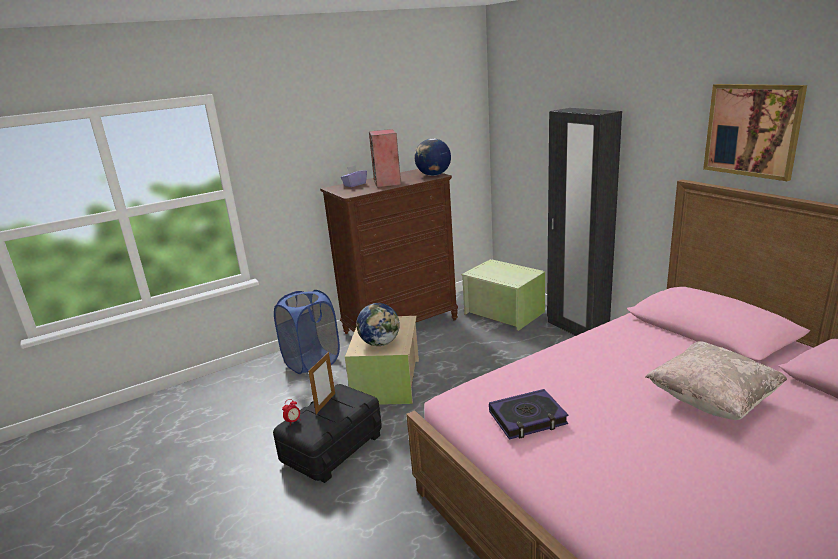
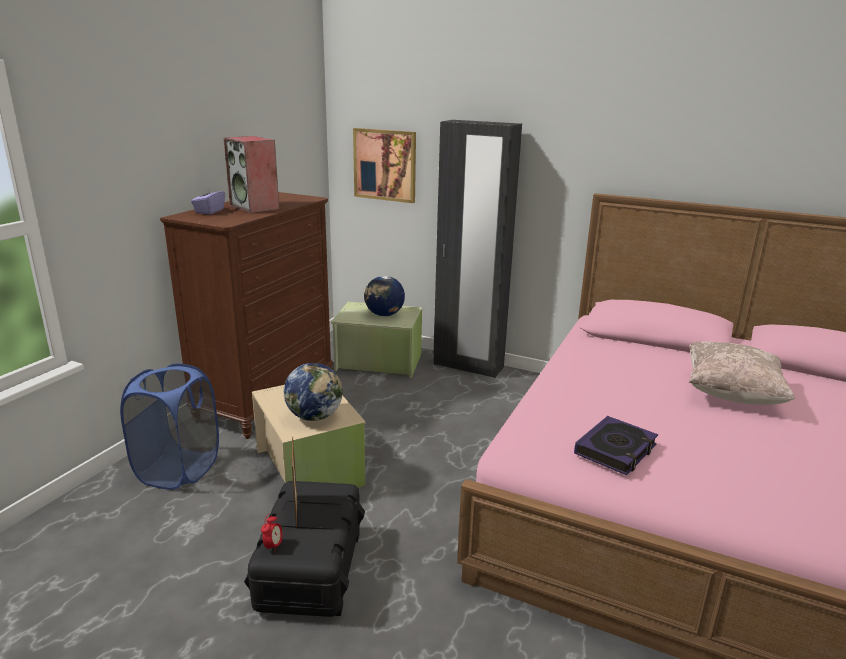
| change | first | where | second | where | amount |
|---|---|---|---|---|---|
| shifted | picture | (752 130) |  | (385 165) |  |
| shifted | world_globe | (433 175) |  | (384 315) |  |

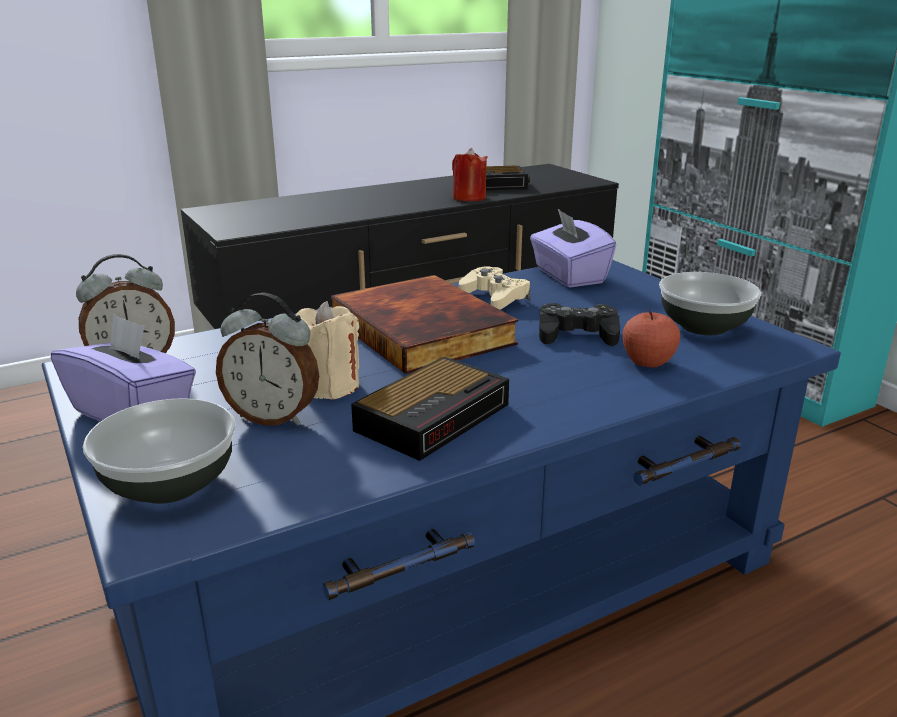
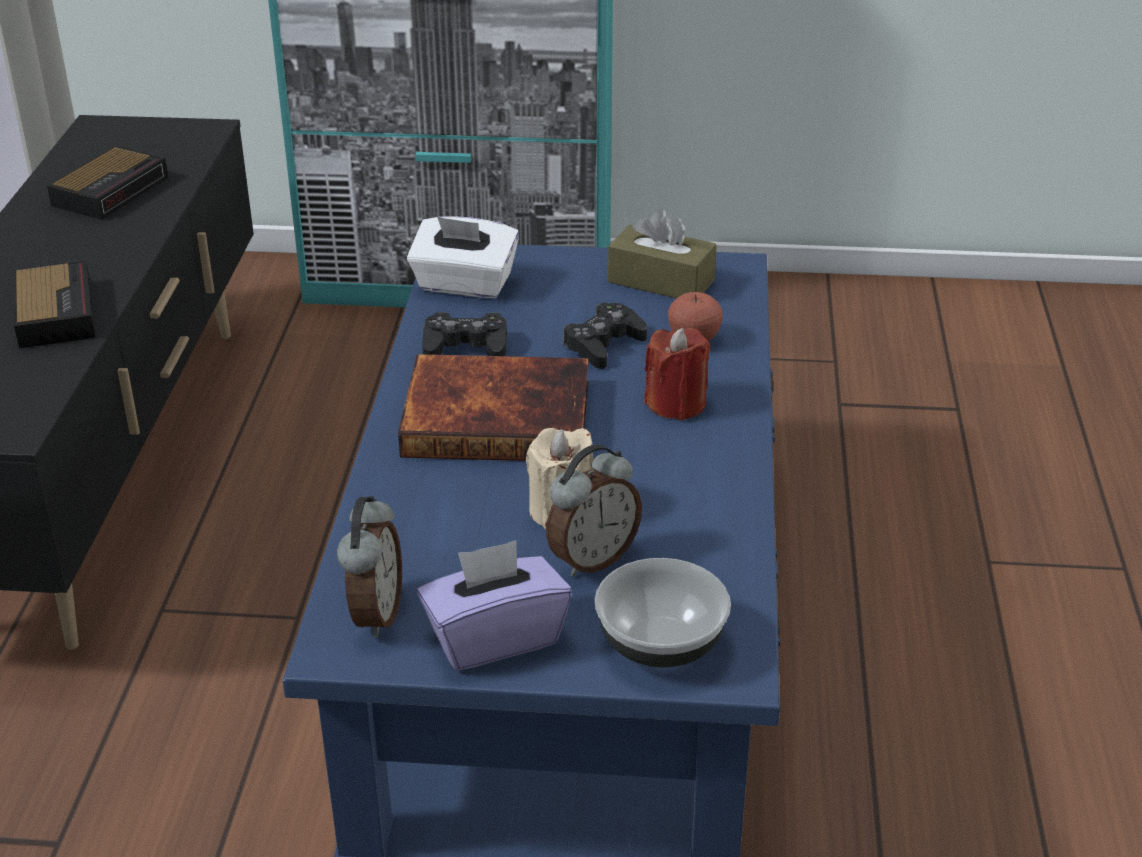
| change | first | where | second | where | amount |
|---|---|---|---|---|---|
| shifted | bedside_clock | (435 416) |  | (55 312) |  |
| repainted | purple_box_of_tissues | (568 276) | white_box_of_tissues | (464 285) |  |
| repainted | sand-coloured_joypad | (494 298) | black-coloured_joypad | (466 347) |  |
| swapped | deep_dish | (705 327) | brown-coloured_box_of_tissues | (661 281) |  |
| shifted | red-coloured_wax_light | (469 198) |  | (676 404) |  |

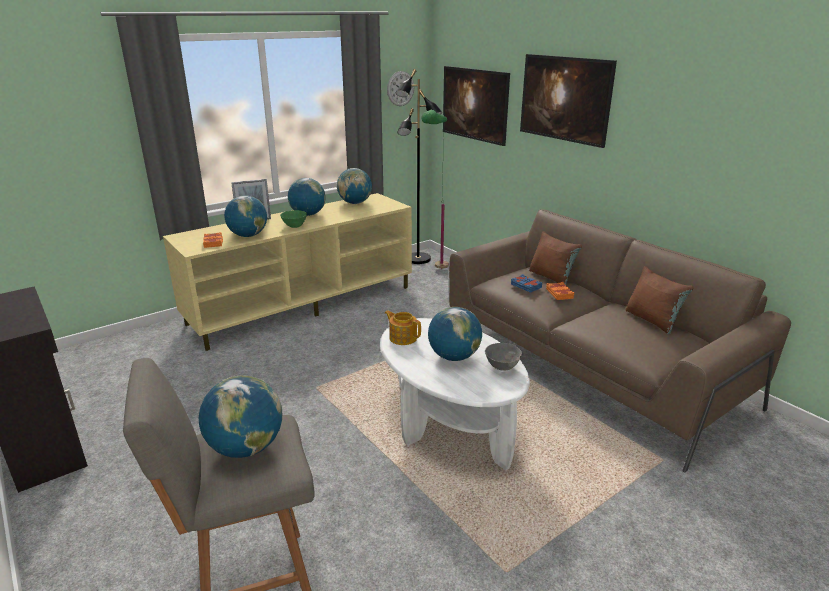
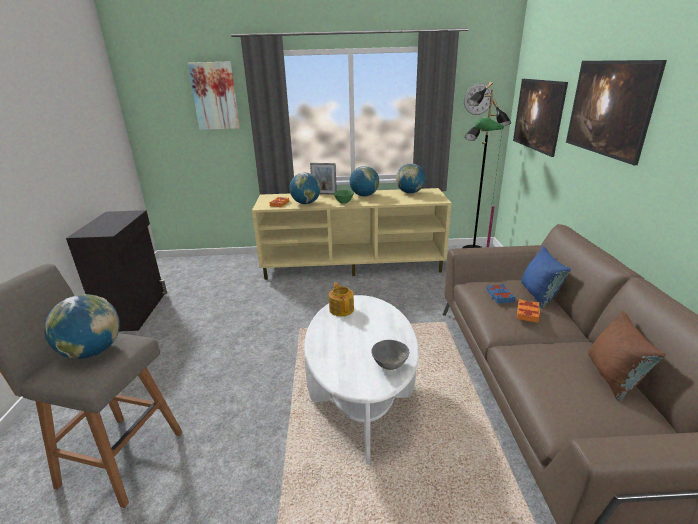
| change | first | where | second | where | amount |
|---|---|---|---|---|---|
| new |  |  | picture | (215 96) |  |
| repainted | brown-coloured_throw_pillow | (551 277) | blue_throw_pillow | (539 295) |  |
| gone | world_globe | (454 357) |  |  |  |

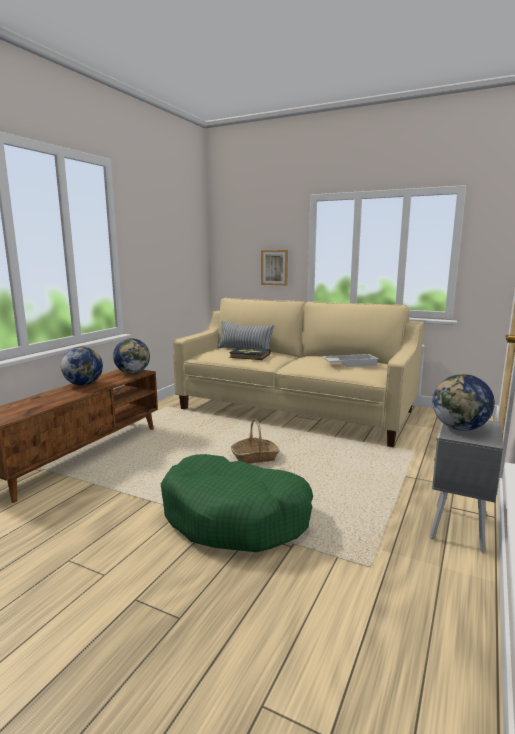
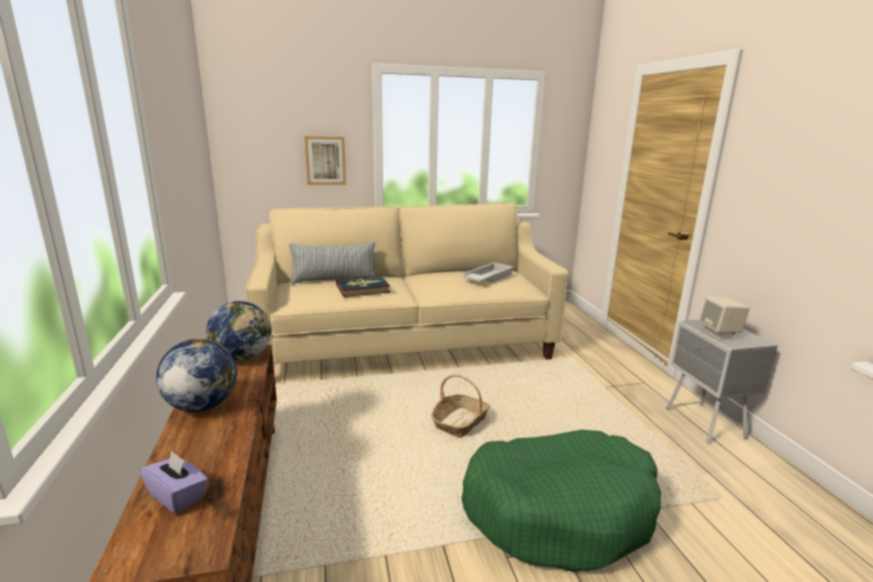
| change | first | where | second | where | amount |
|---|---|---|---|---|---|
| new |  |  | purple_box_of_tissues | (178 496) |  |
| swapped | world_globe | (460 428) | sand-coloured_speaker | (719 334) |  |

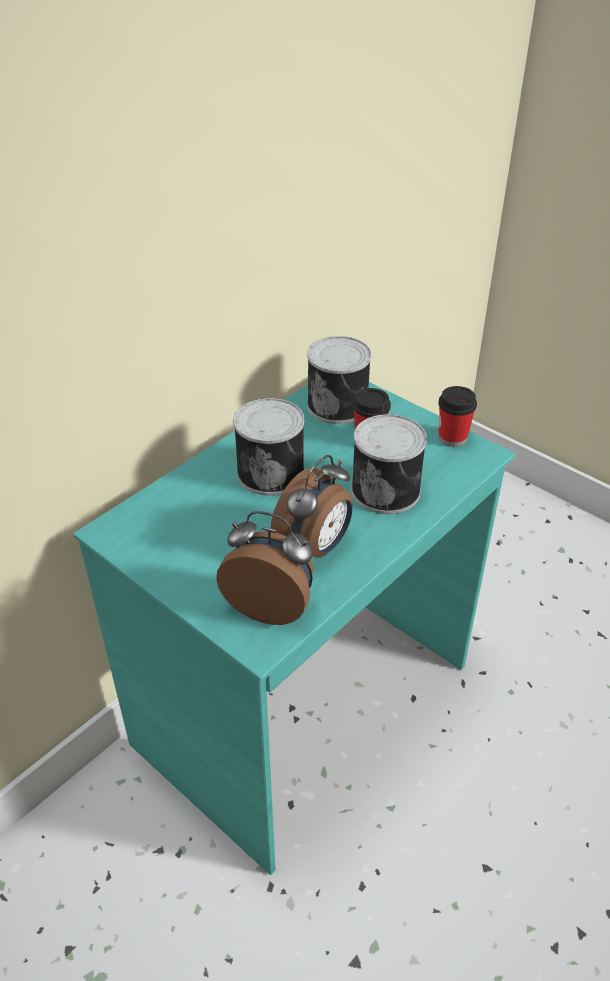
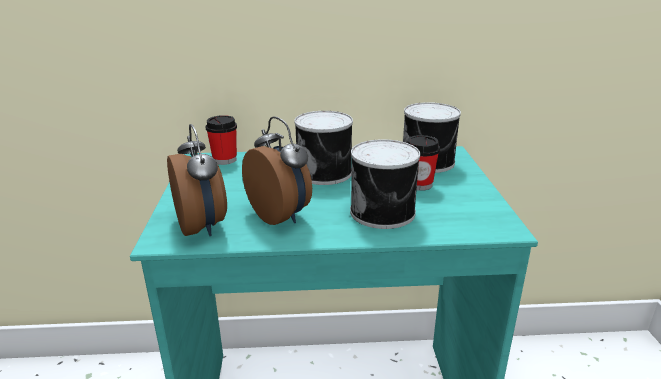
| change | first | where | second | where | amount |
|---|---|---|---|---|---|
| shifted | small_cup | (452 438) |  | (225 160) |  |
| rotated | bedside_clock | (315 548) |  | (281 216) | 120 degrees counterclockwise |

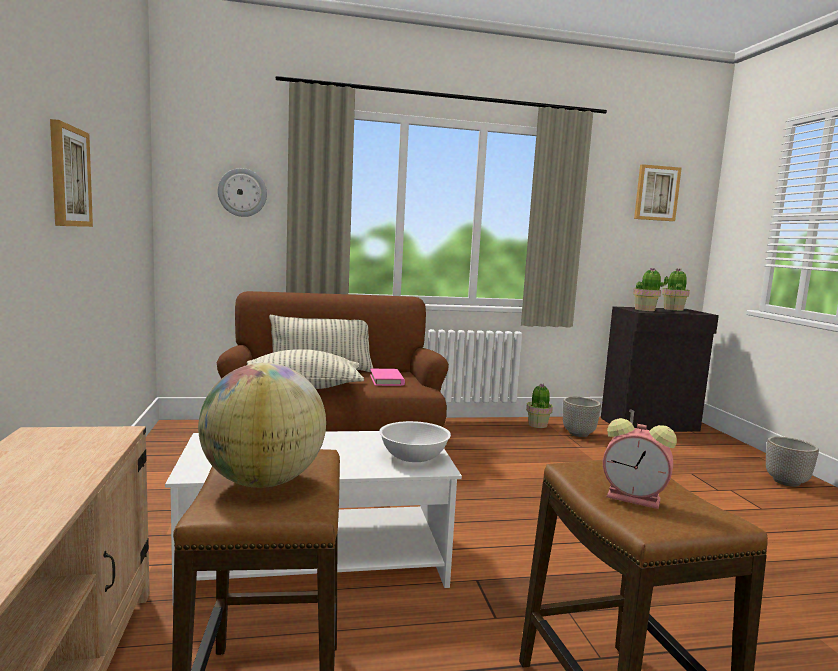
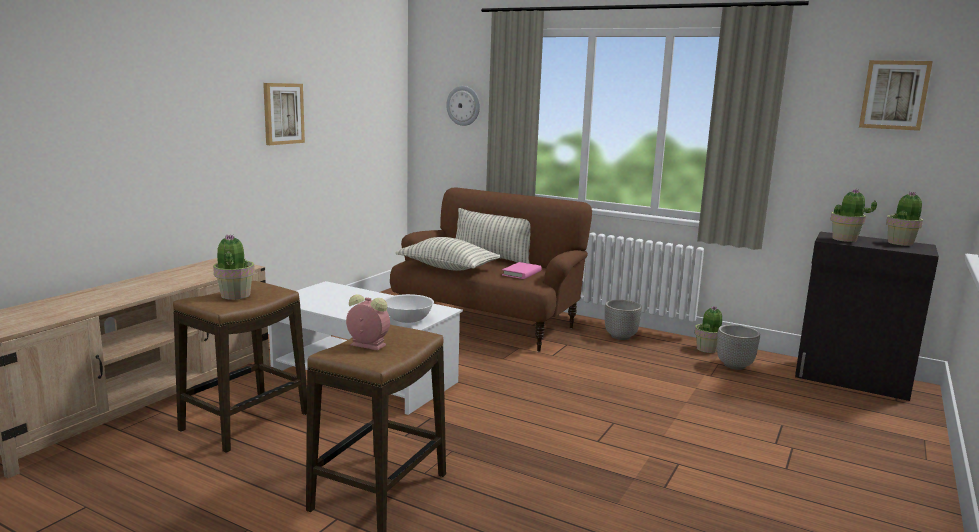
| change | first | where | second | where | amount |
|---|---|---|---|---|---|
| swapped | world_globe | (263 482) | potted_plant | (235 295) |  |
| rotated | bedside_clock | (635 498) |  | (366 345) | 135 degrees clockwise |
| shifted | planter | (786 482) |  | (621 337) |  |

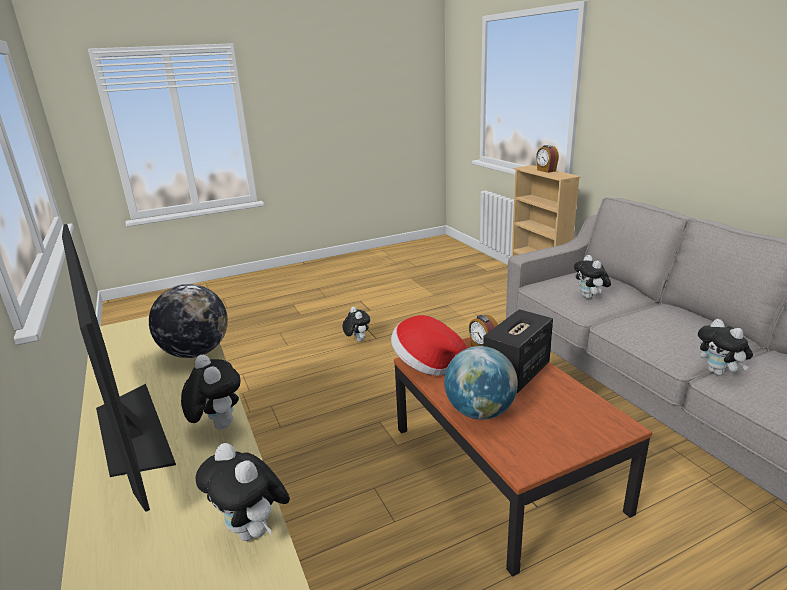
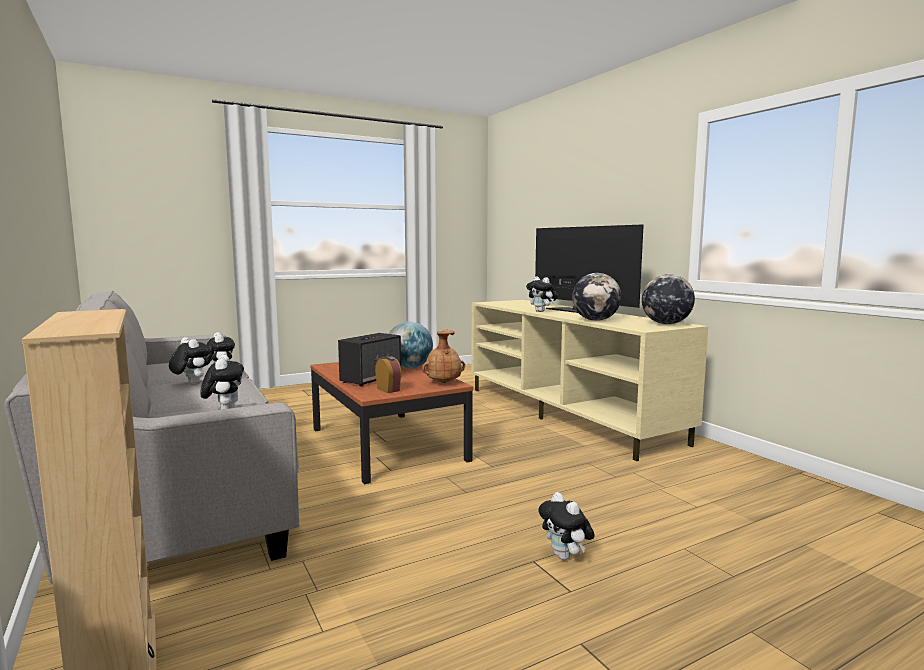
| change | first | where | second | where | amount |
|---|---|---|---|---|---|
| shifted | plush_toy | (253 531) |  | (191 384) |  |
| swapped | hat | (426 364) | brown-coloured_flower_vase | (443 382) |  |
| new |  |  | world_globe | (666 324) |  |
| gone | bedside_clock | (546 170) |  |  |  |

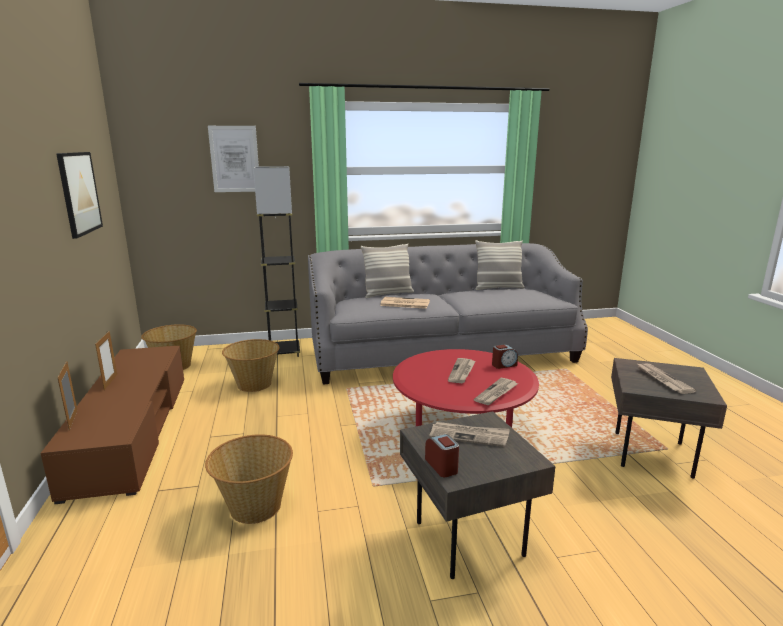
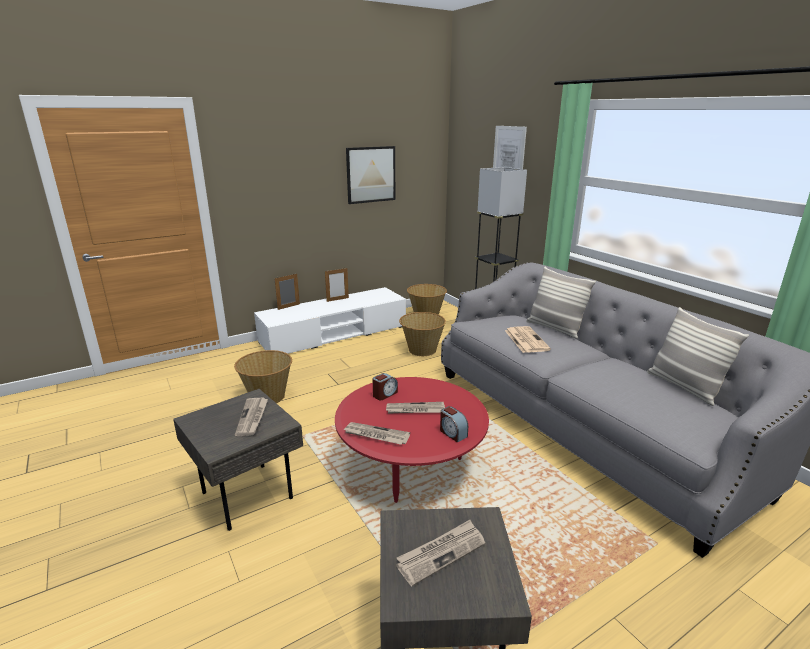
| change | first | where | second | where | amount |
|---|---|---|---|---|---|
| repainted | brown-coloured_tv_unit | (132 431) | white_tv_unit | (334 334) |  |
| shifted | bedside_clock | (442 466) |  | (385 394) |  |

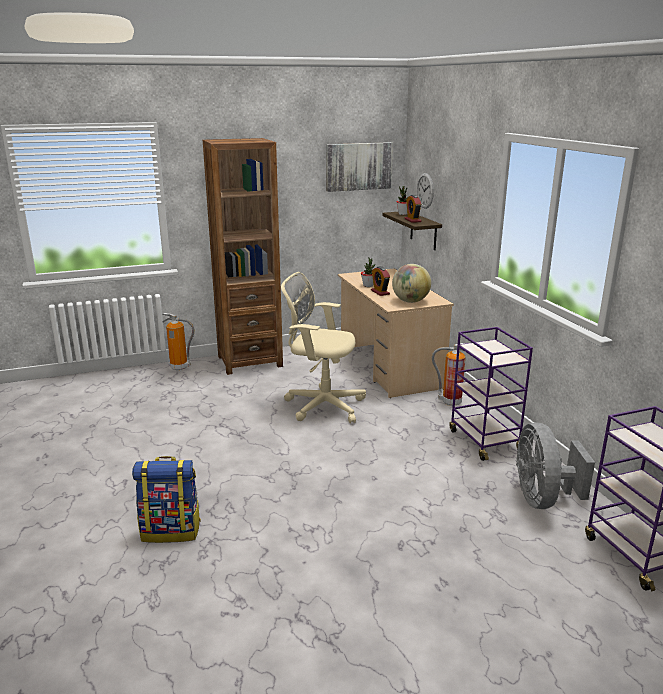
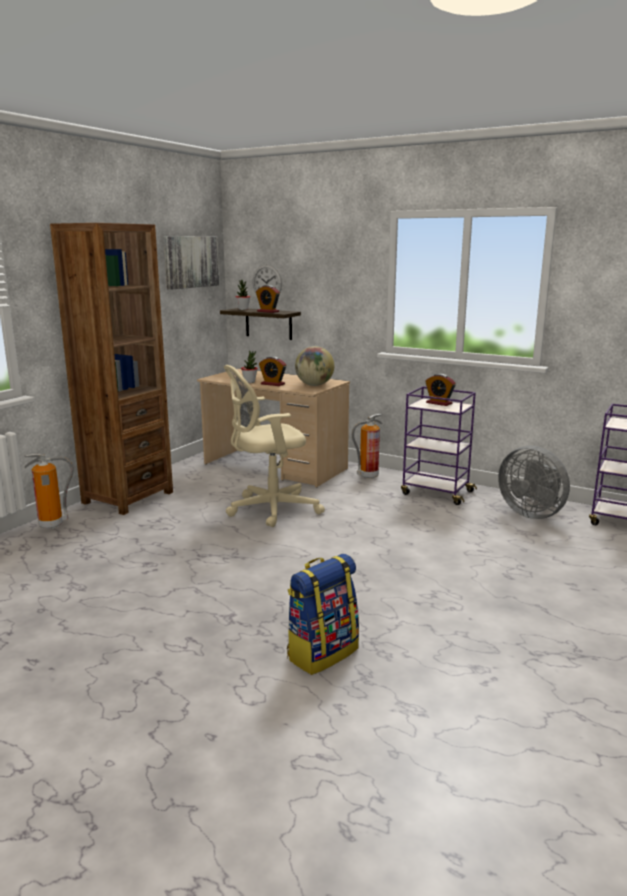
| change | first | where | second | where | amount |
|---|---|---|---|---|---|
| new |  |  | bedside_clock | (439 403) |  |

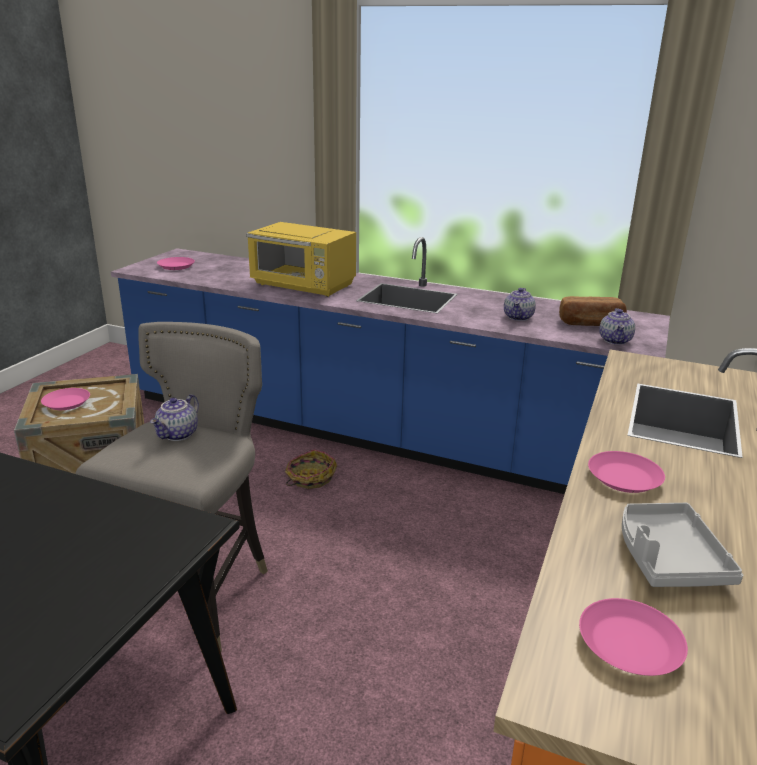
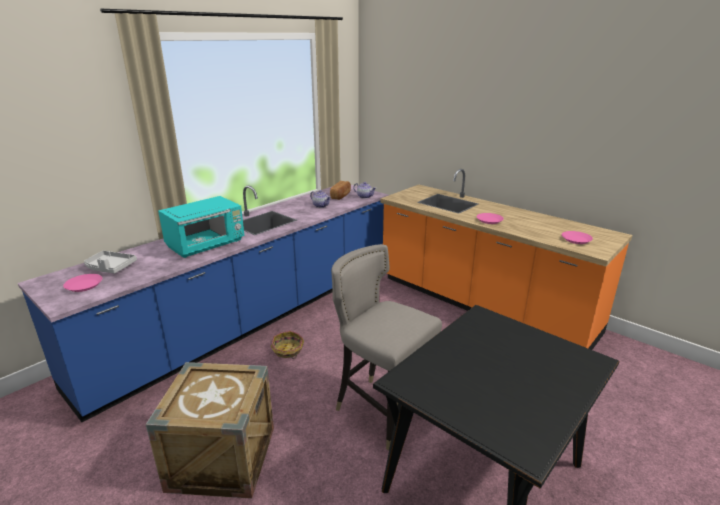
| change | first | where | second | where | amount |
|---|---|---|---|---|---|
| shifted | greyish_tray | (668 558) |  | (110 267) |  |
| repainted | yellow-coloured_microwave | (304 286) | blue-green_microwave | (207 245) |  |
| gone | pink_flat_dish | (66 403) |  |  |  |
| gone | teapot | (178 435) |  |  |  |

